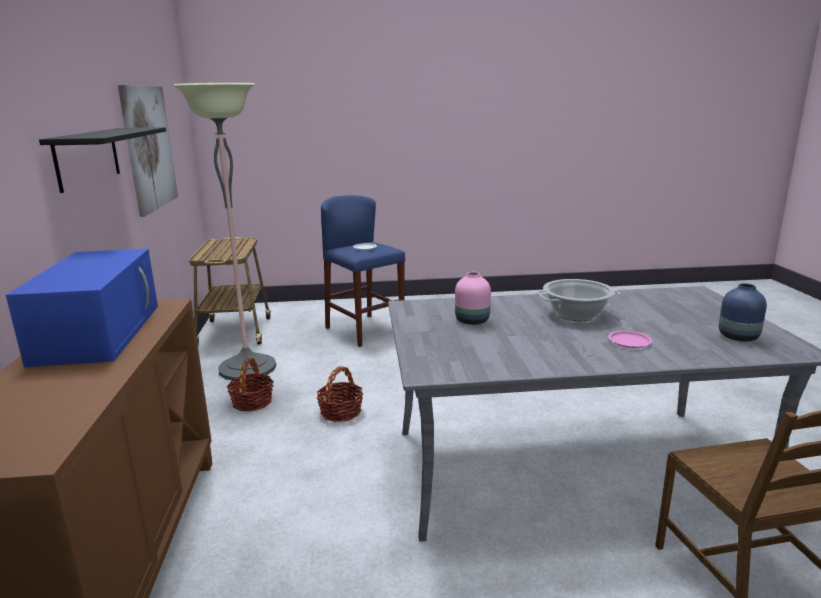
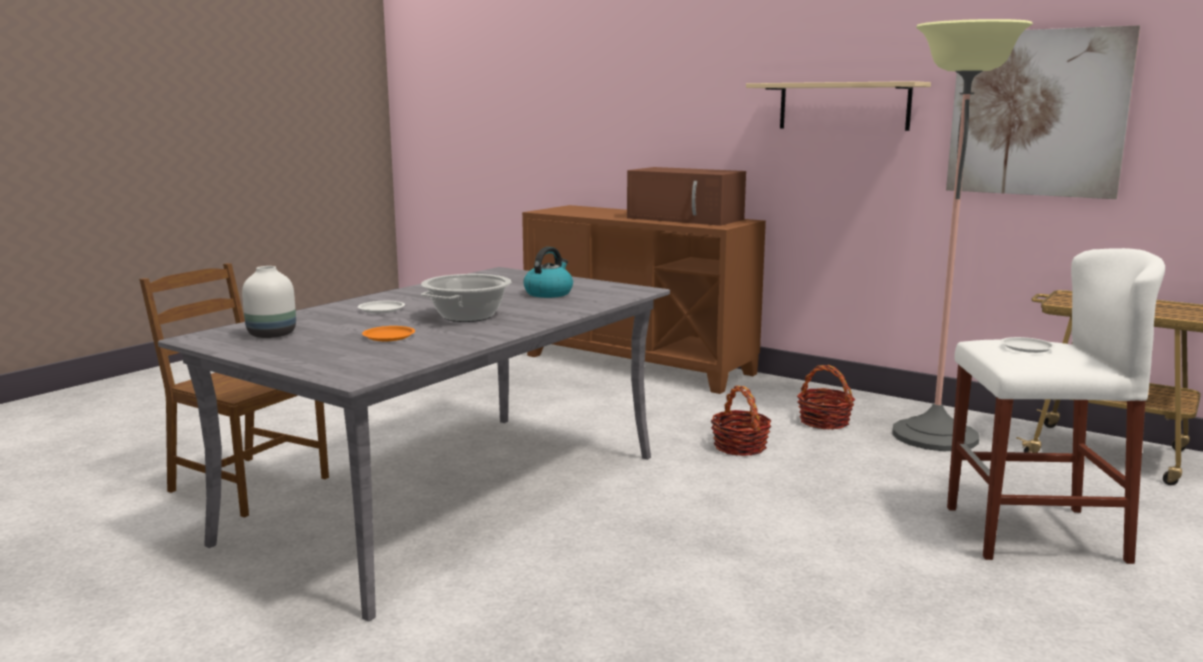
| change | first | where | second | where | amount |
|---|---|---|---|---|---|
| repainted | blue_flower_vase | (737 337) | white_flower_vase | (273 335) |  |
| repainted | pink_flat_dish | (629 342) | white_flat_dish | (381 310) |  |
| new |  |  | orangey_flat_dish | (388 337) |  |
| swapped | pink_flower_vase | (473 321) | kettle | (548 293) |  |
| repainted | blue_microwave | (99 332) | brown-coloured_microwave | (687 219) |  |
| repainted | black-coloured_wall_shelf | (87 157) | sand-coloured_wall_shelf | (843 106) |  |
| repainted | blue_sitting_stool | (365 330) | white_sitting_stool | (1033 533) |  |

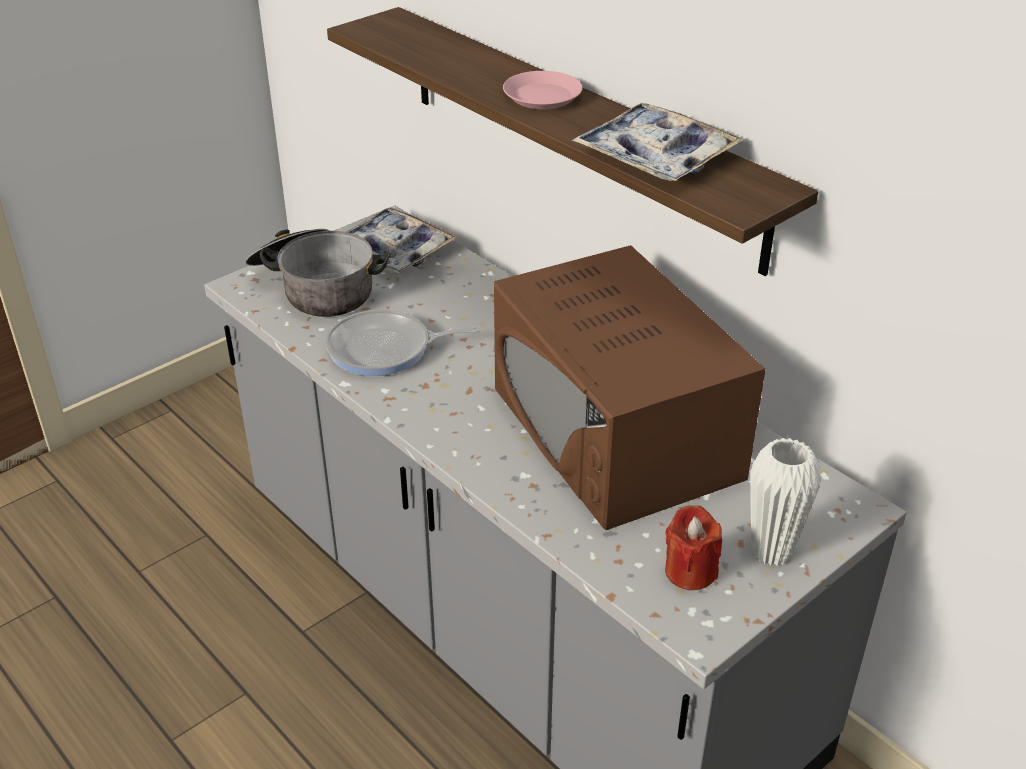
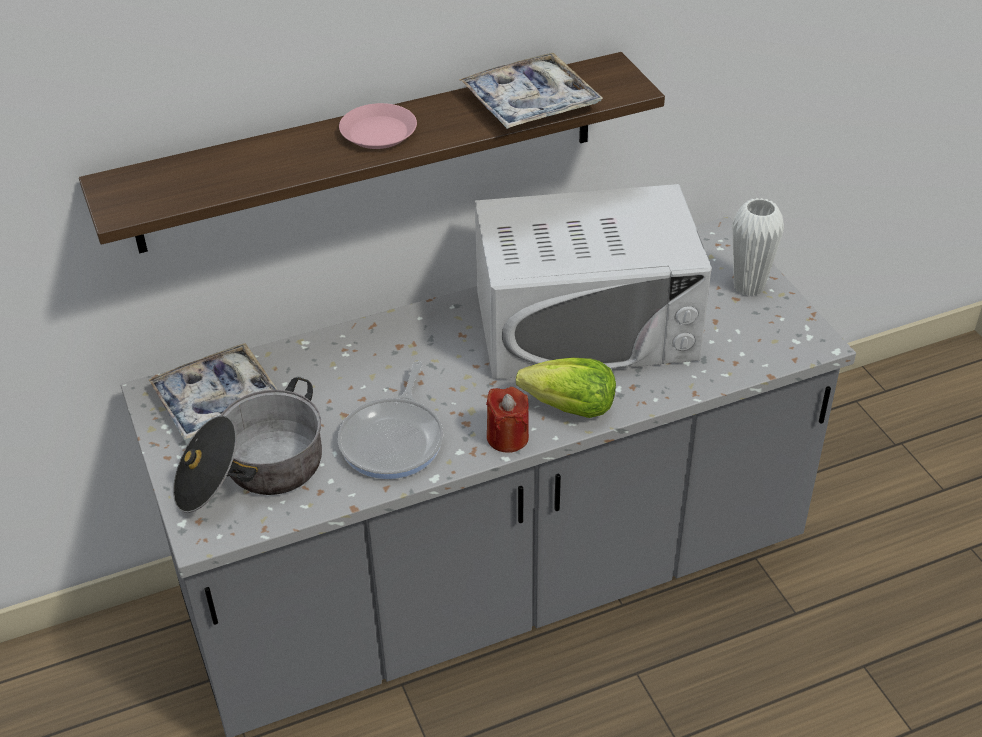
| change | first | where | second | where | amount |
|---|---|---|---|---|---|
| repainted | brown-coloured_microwave | (615 432) | white_microwave | (586 325) |  |
| shifted | red-coloured_wax_light | (690 571) |  | (507 437) |  |
| new |  |  | lettuce | (570 408) |  |

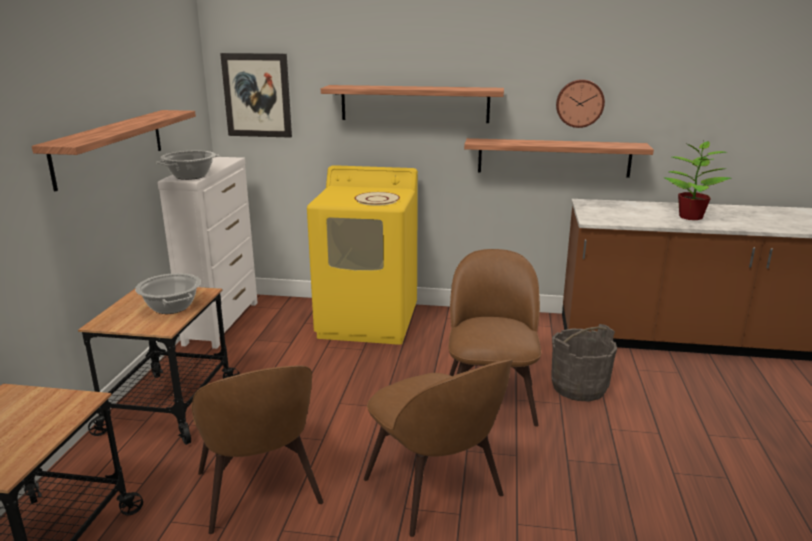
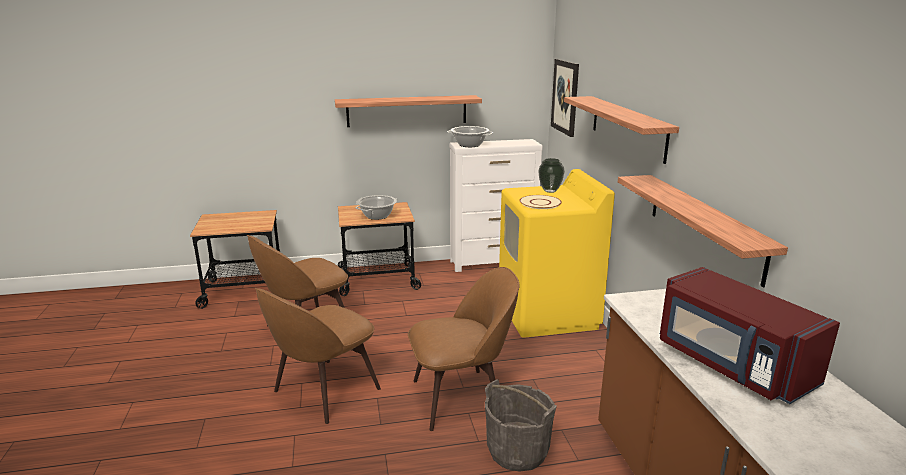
| change | first | where | second | where | amount |
|---|---|---|---|---|---|
| new |  |  | flower_vase | (549 191) |  |
| swapped | potted_plant | (690 217) | red-coloured_microwave | (731 364) |  |
| gone | hanging_clock | (579 103) |  |  |  |

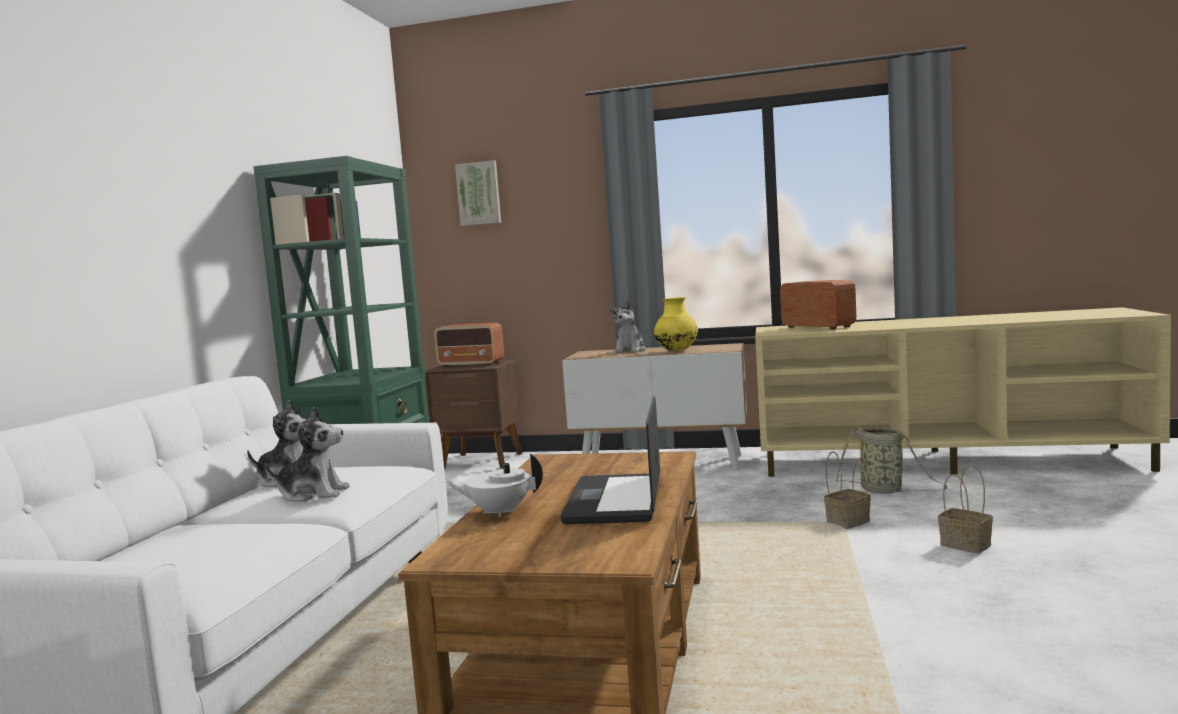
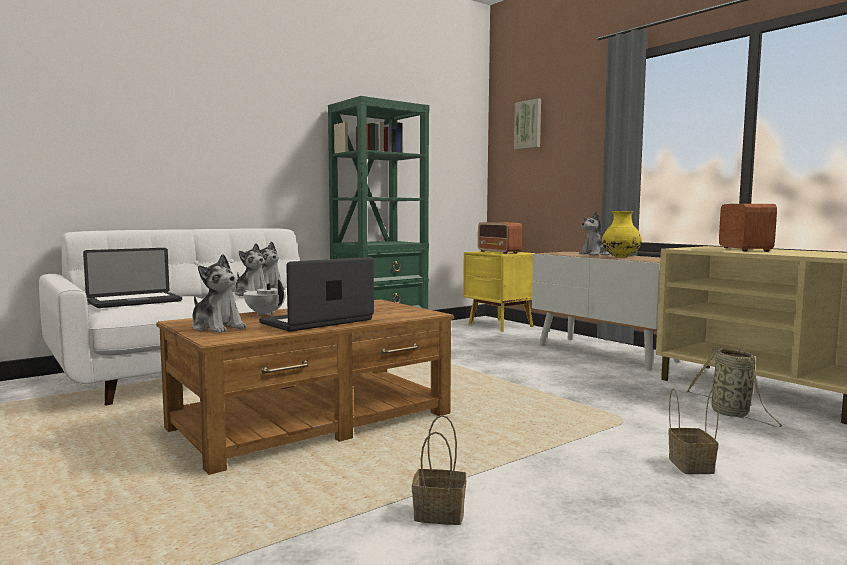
| change | first | where | second | where | amount |
|---|---|---|---|---|---|
| new |  |  | laptop | (135 302) |  |
| new |  |  | plush_toy | (217 327) |  |
| shifted | household_basket | (847 522) |  | (437 514) |  |
| repainted | brown-coloured_bedside_table | (482 461) | yellow-coloured_bedside_table | (500 325) |  |

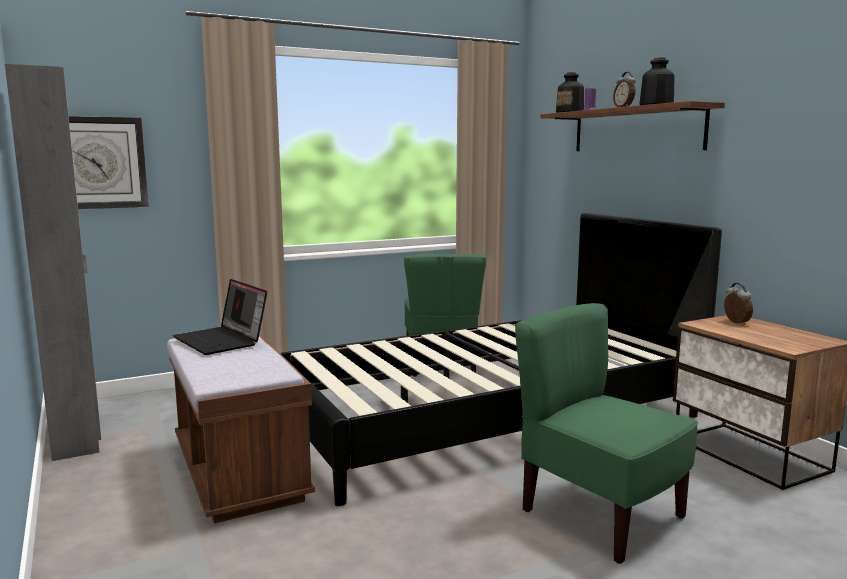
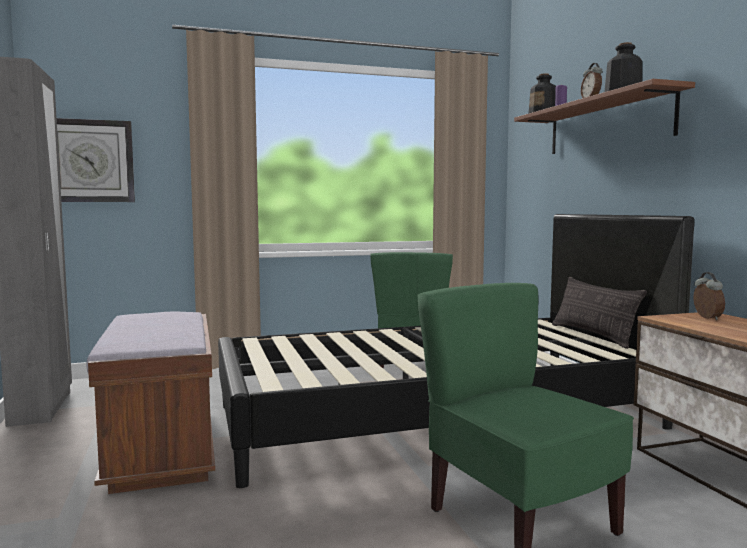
| change | first | where | second | where | amount |
|---|---|---|---|---|---|
| new |  |  | throw_pillow | (593 335) |  |
| gone | laptop | (222 341) |  |  |  |

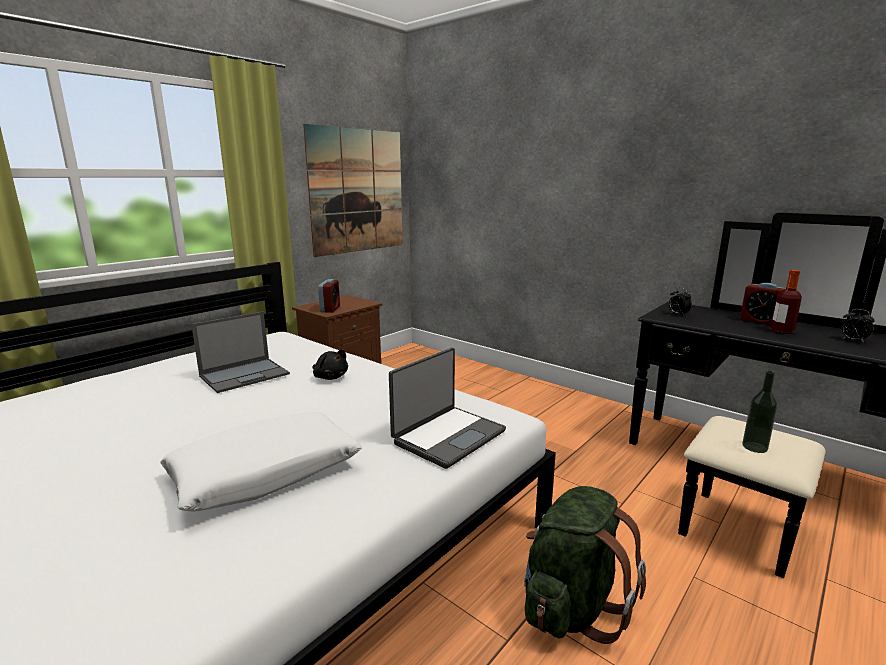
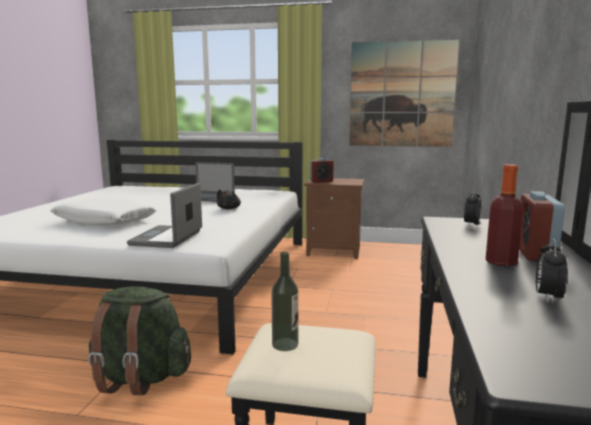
| change | first | where | second | where | amount |
|---|---|---|---|---|---|
| rotated | laptop | (448 436) |  | (168 238) | 90 degrees clockwise |

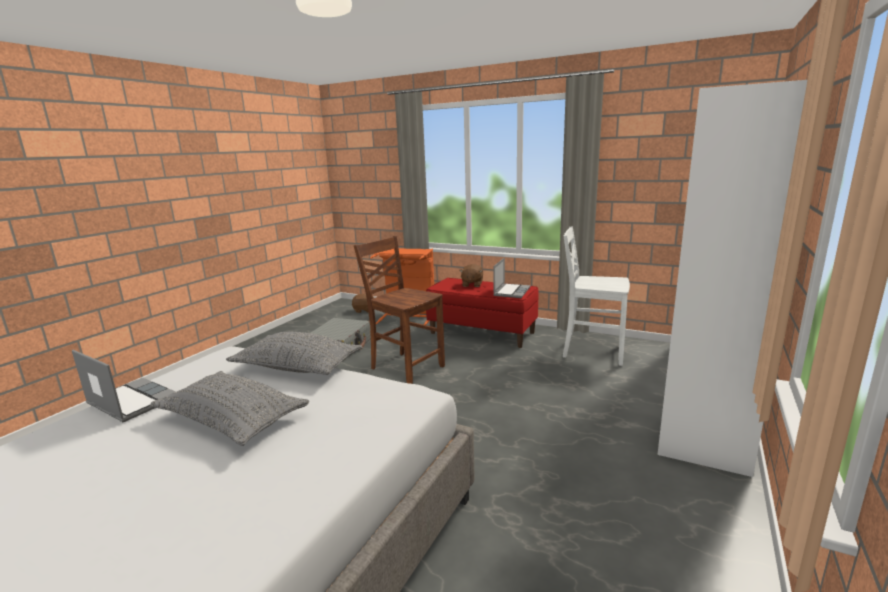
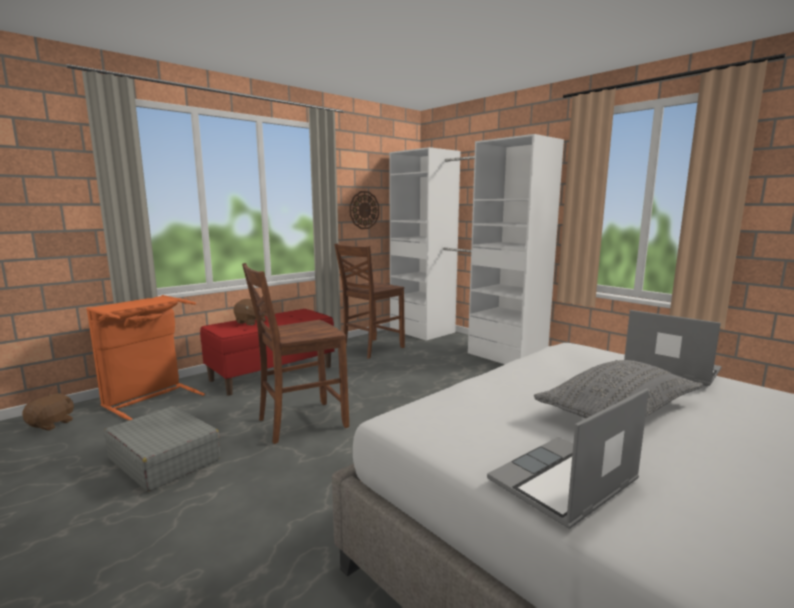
| change | first | where | second | where | amount |
|---|---|---|---|---|---|
| repainted | white_chair | (591 351) | brown-coloured_chair | (371 349) |  |
| new |  |  | hanging_clock | (364 210) |  |
| shifted | laptop | (511 291) |  | (669 369) |  |
| gone | greyish_throw_pillow | (297 367) |  |  |  |

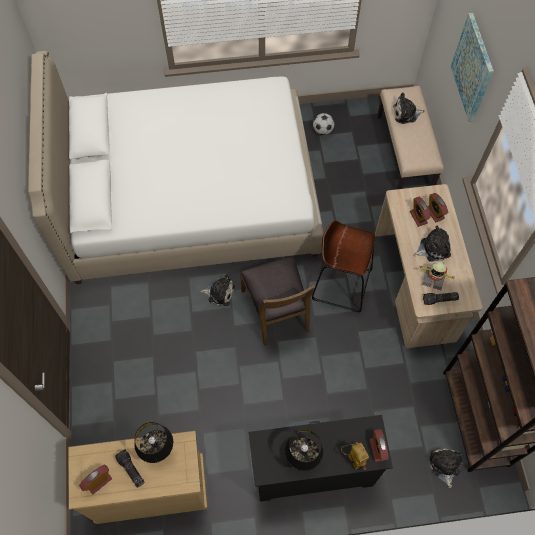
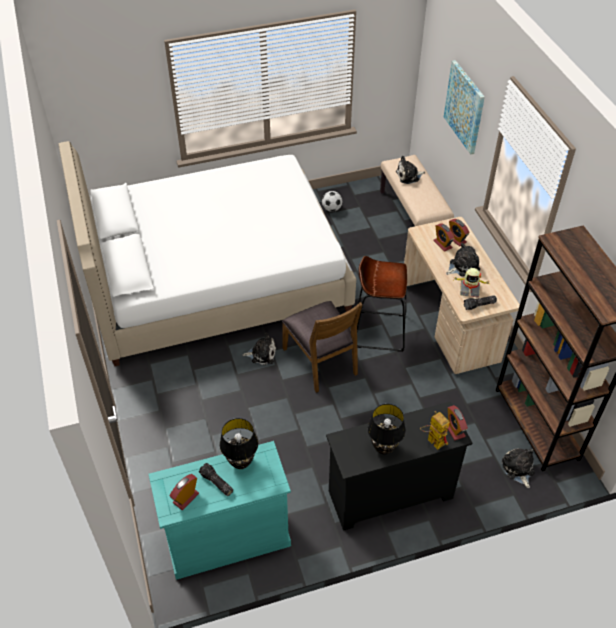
| change | first | where | second | where | amount |
|---|---|---|---|---|---|
| repainted | sand-coloured_drawer_chest | (150 488) | blue-green_drawer_chest | (227 537) |  |

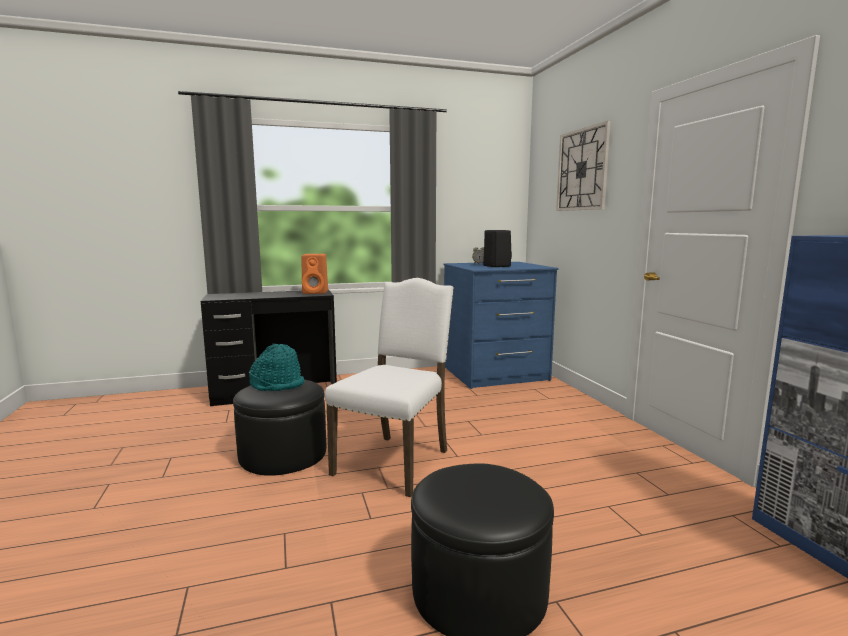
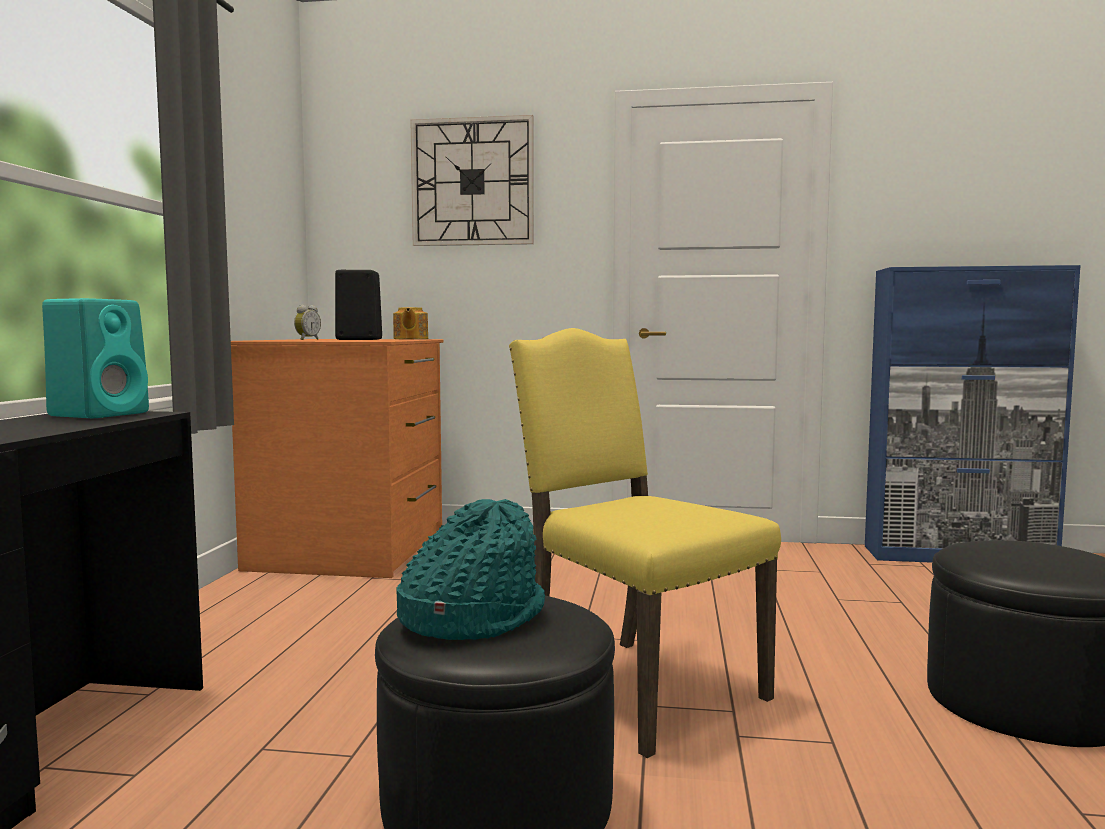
| change | first | where | second | where | amount |
|---|---|---|---|---|---|
| repainted | orangey_speaker | (316 292) | blue-green_speaker | (101 414) |  |
| repainted | blue_drawer_chest | (495 373) | orangey_drawer_chest | (352 551) |  |
| new |  |  | teapot | (410 339) |  |
| repainted | white_chair | (395 461) | yellow-coloured_chair | (635 687) |  |

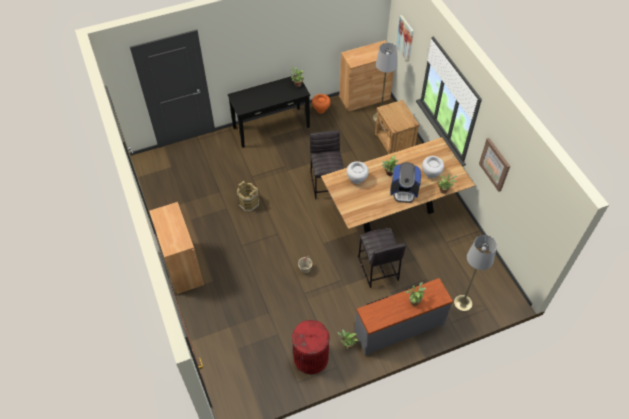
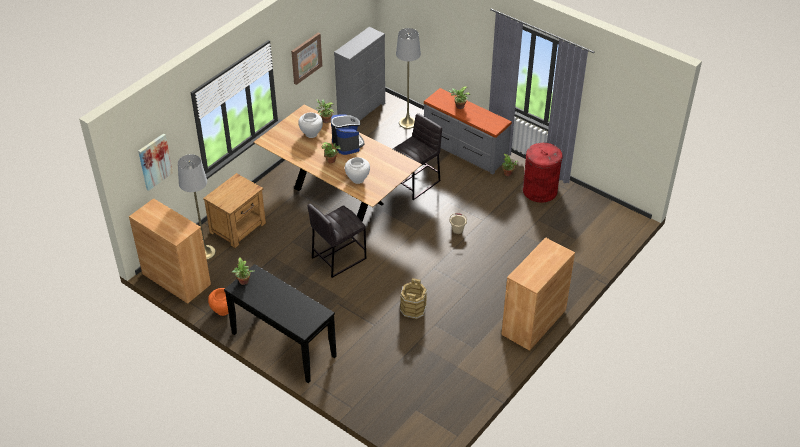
| change | first | where | second | where | amount |
|---|---|---|---|---|---|
| new |  |  | greyish_drawer_chest | (362 112) |  |

